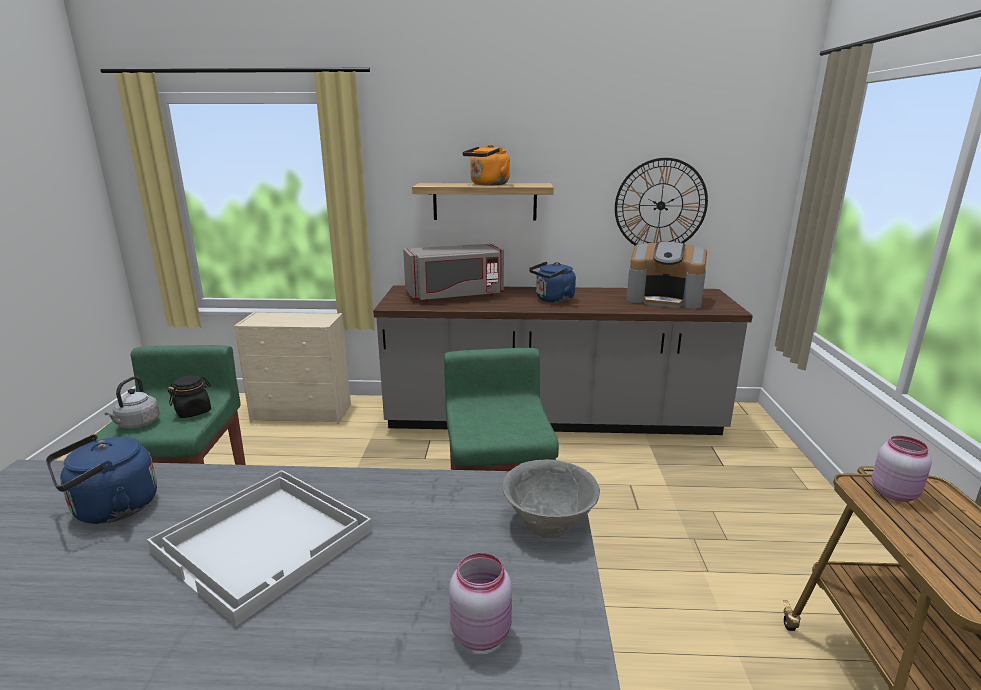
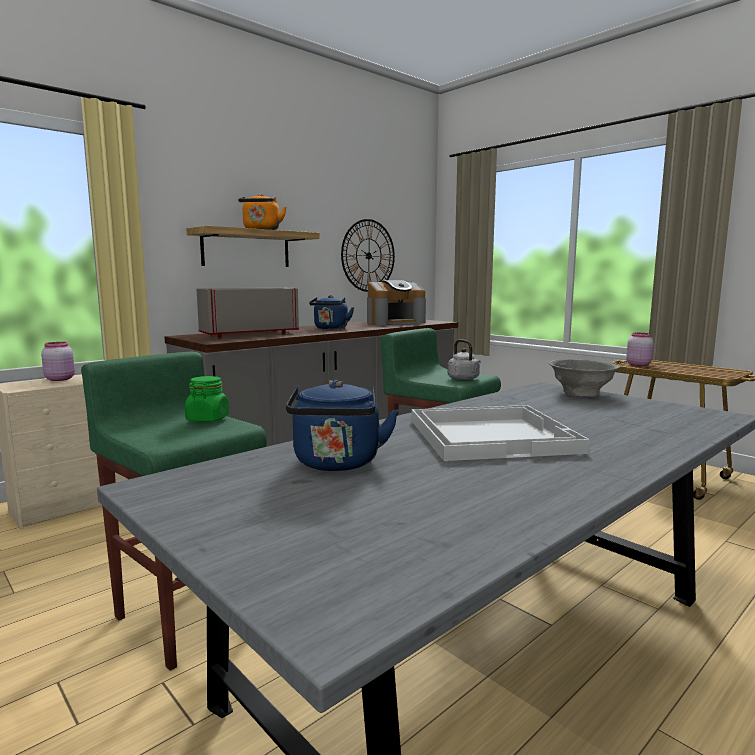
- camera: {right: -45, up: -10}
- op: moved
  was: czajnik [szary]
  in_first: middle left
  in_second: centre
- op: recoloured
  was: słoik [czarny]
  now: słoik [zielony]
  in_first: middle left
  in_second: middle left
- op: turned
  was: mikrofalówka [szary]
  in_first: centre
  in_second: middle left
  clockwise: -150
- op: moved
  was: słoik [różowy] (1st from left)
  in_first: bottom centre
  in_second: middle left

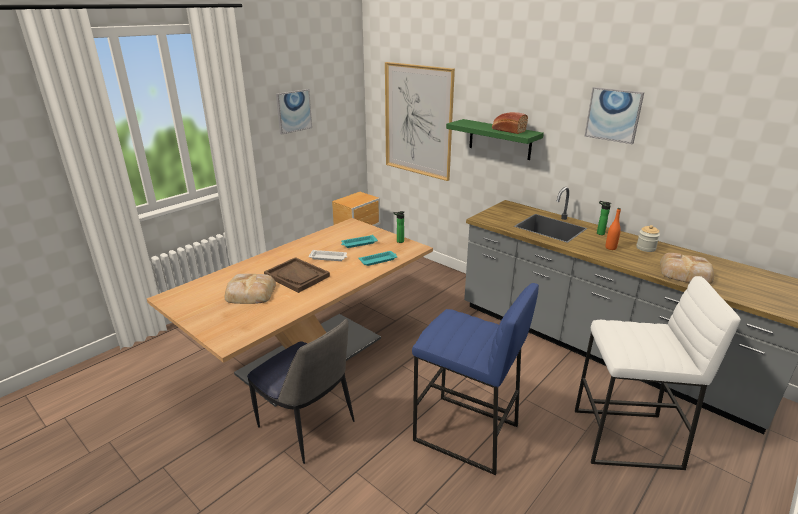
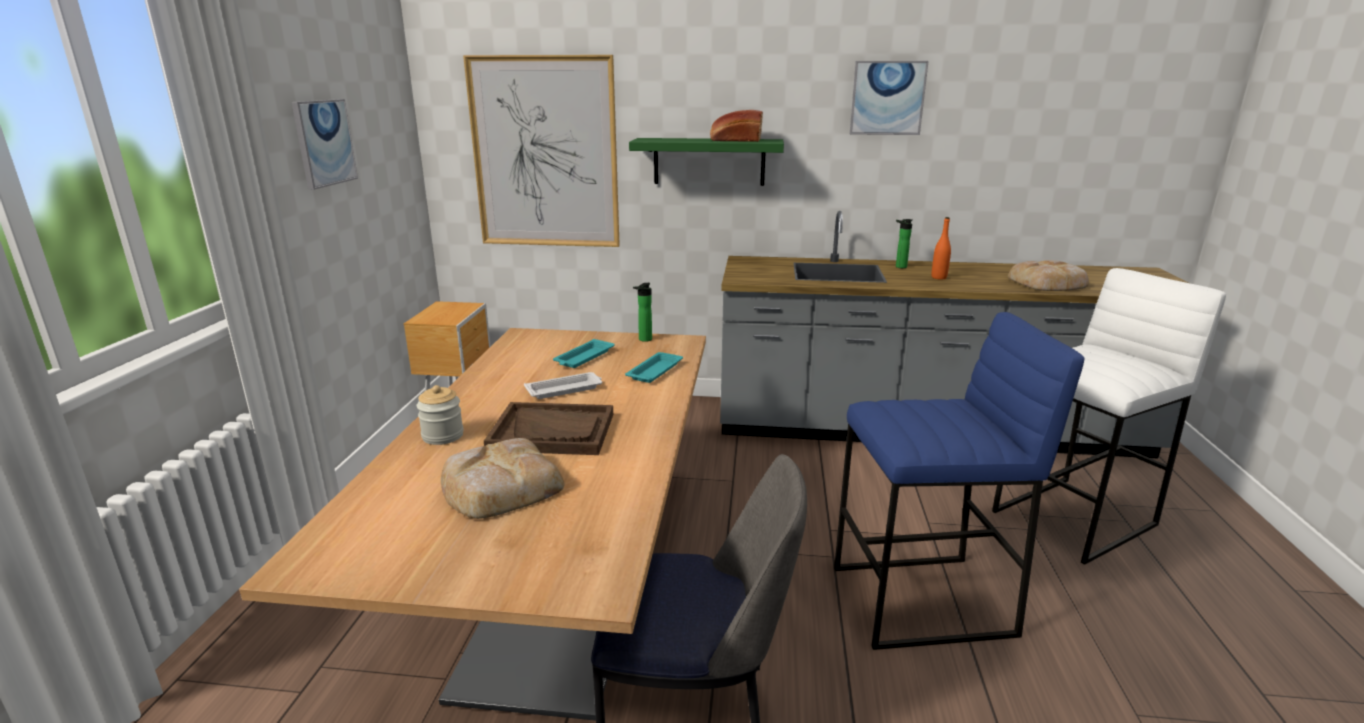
- camera: {right: -35, up: -5}
- op: moved
  was: słoik
  in_first: middle right
  in_second: middle left

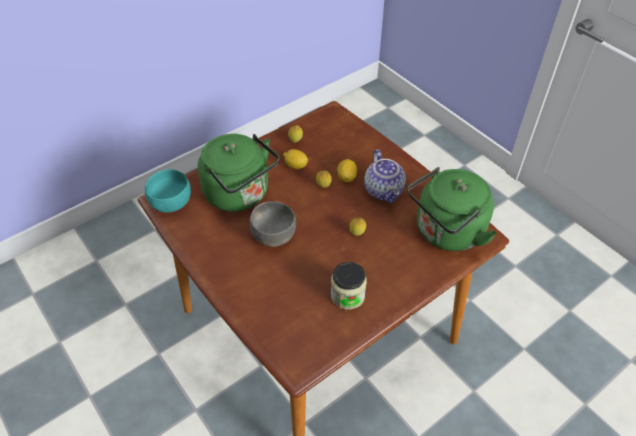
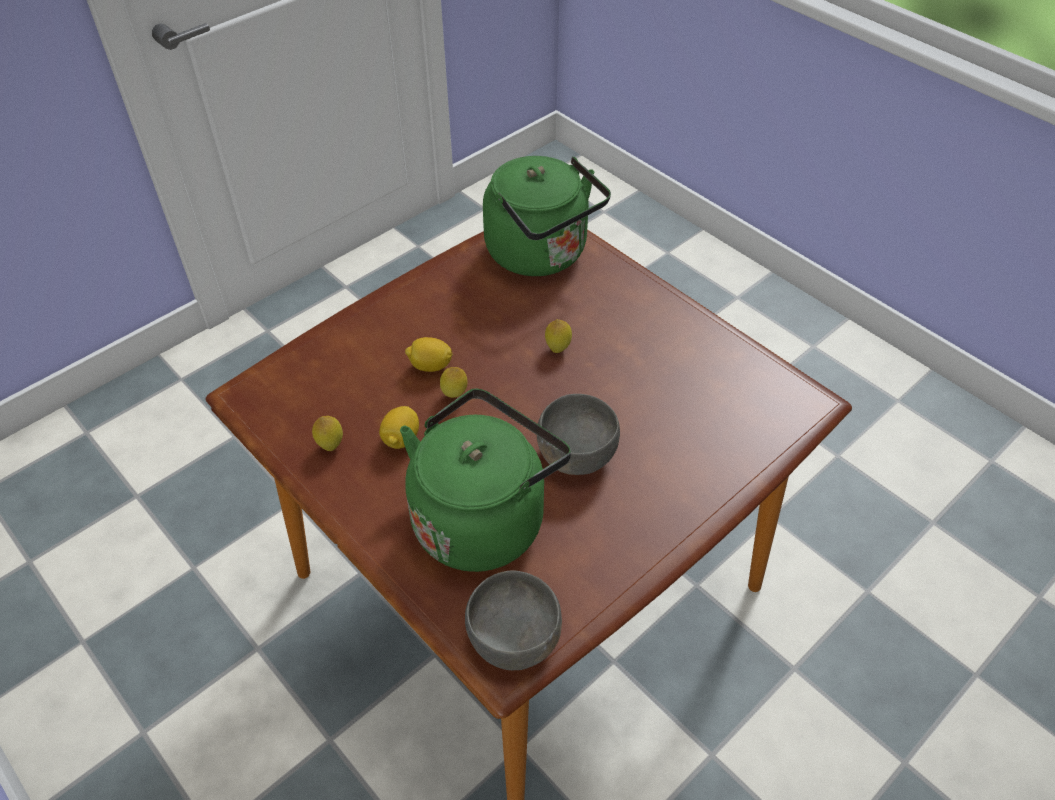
- camera: {right: -95, up: 0}
- op: recoloured
  was: miska [turkusowy]
  now: miska [szary] (1st from left)
  in_first: middle left
  in_second: bottom centre
- op: removed
  was: słoik
  in_first: centre
- op: removed
  was: imbryk
  in_first: centre

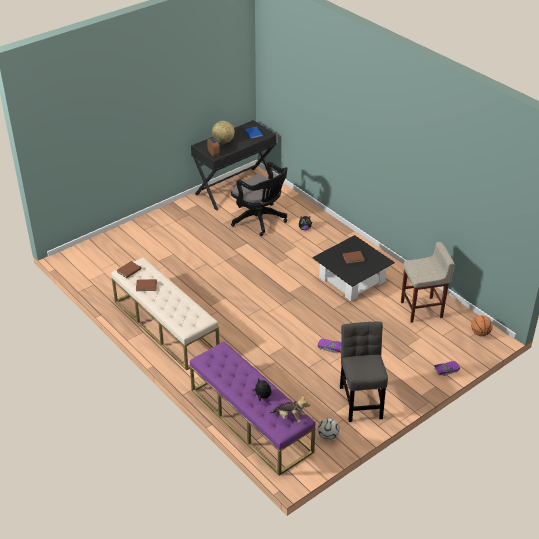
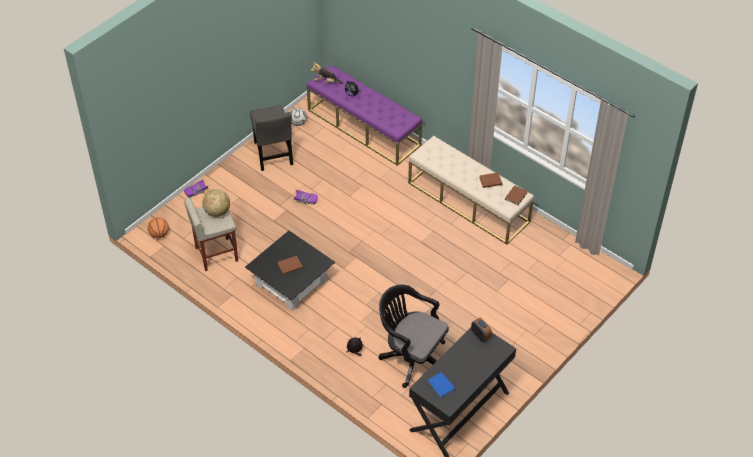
- camera: {right: 170, up: 10}
- op: moved
  was: globus
  in_first: top centre
  in_second: middle left

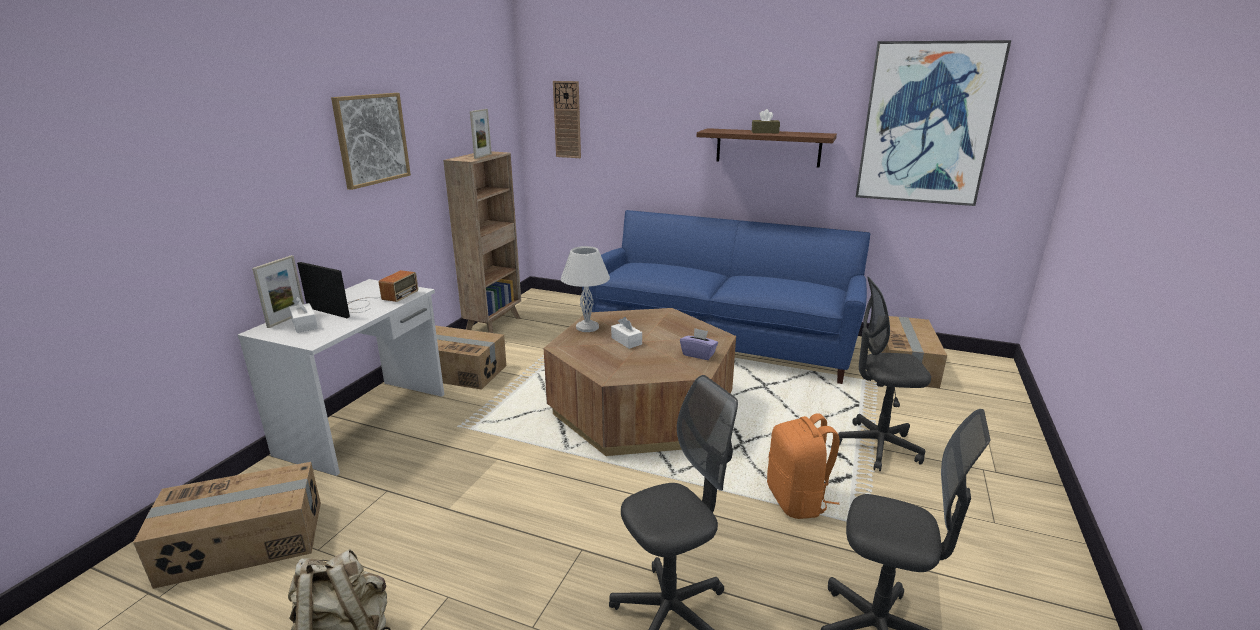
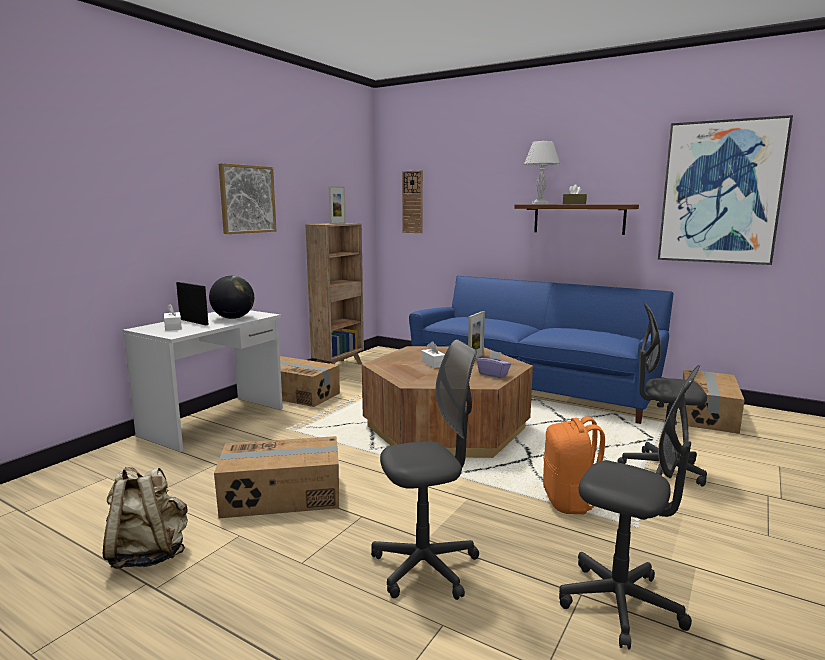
- camera: {right: 10, up: -10}
- op: moved
  was: karton (1st from left)
  in_first: bottom left
  in_second: bottom centre
- op: moved
  was: ramka na zdjęcie (1st from left in the first image)
  now: ramka na zdjęcie (3rd from left)
  in_first: middle left
  in_second: centre
- op: replaced
  was: radio
  now: globus
  in_first: middle left
  in_second: middle left
- op: moved
  was: lampa stołowa [biały]
  in_first: centre
  in_second: top centre

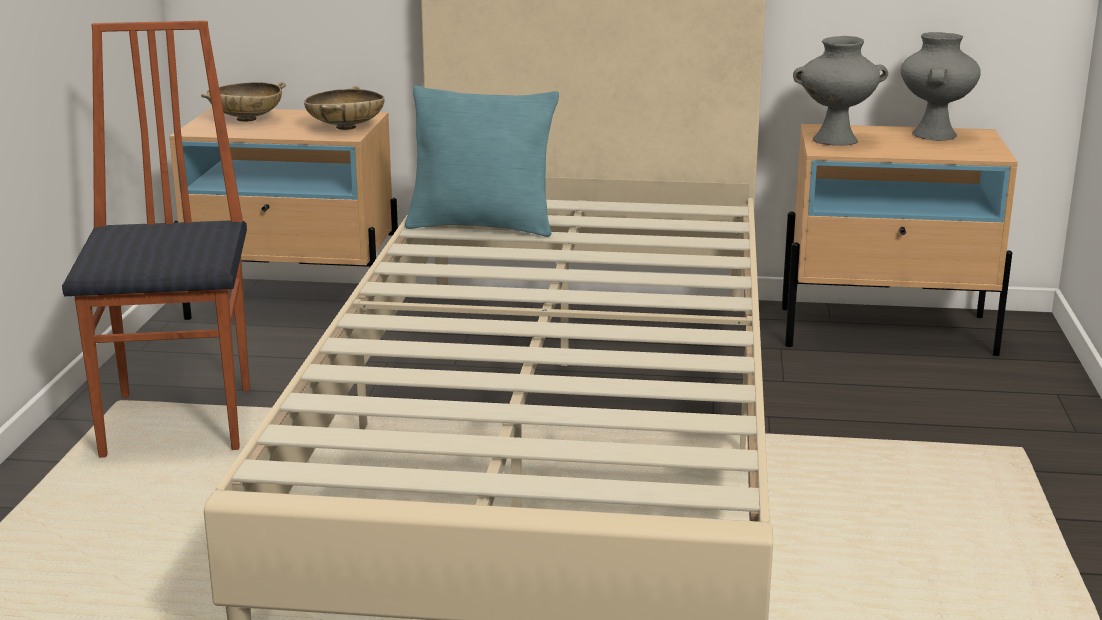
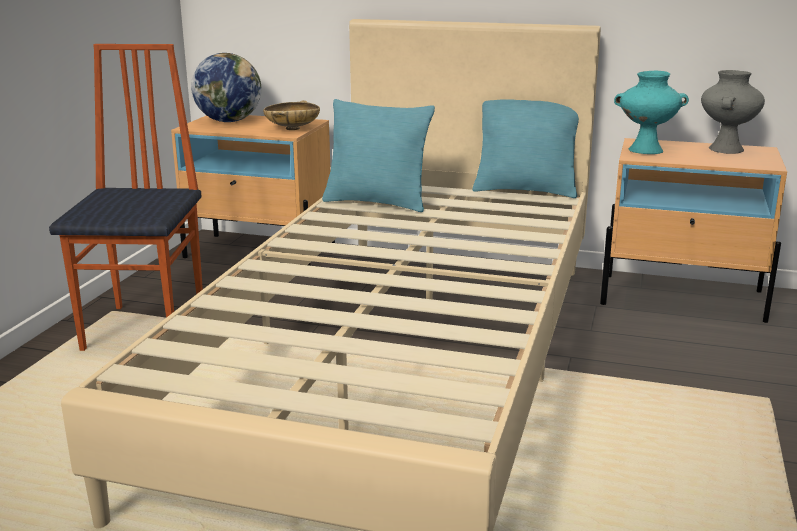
- camera: {right: 10, up: 0}
- op: replaced
  was: miska [beżowy] (1st from left)
  now: globus
  in_first: top left
  in_second: top left
- op: recoloured
  was: wazon [szary] (1st from left)
  now: wazon [turkusowy]
  in_first: top right
  in_second: top right
- op: added
  now: poduszka [turkusowy] (2nd from left)
  in_second: top centre

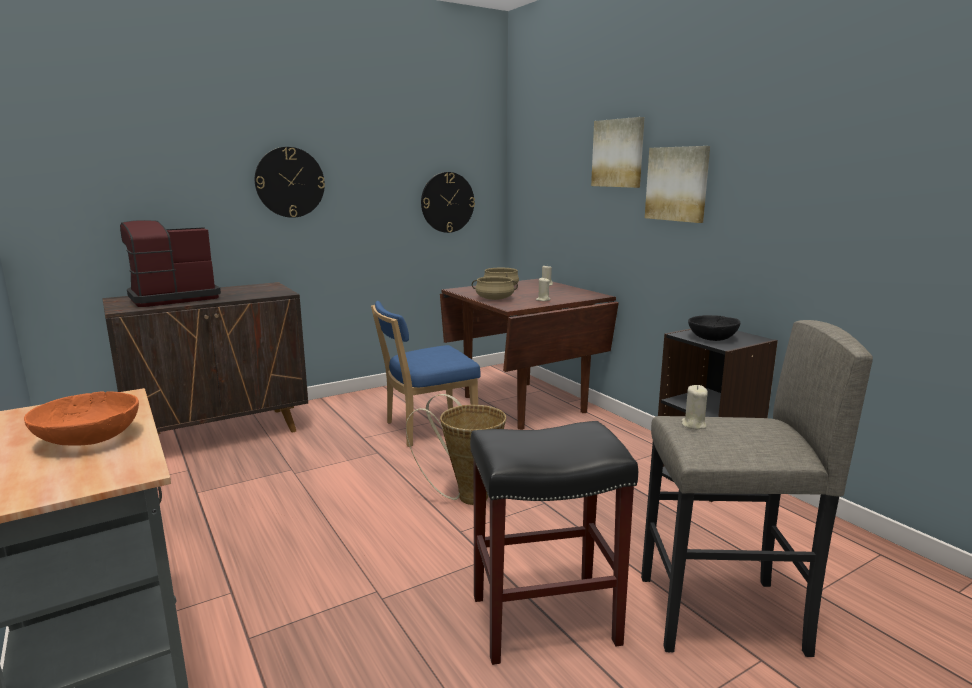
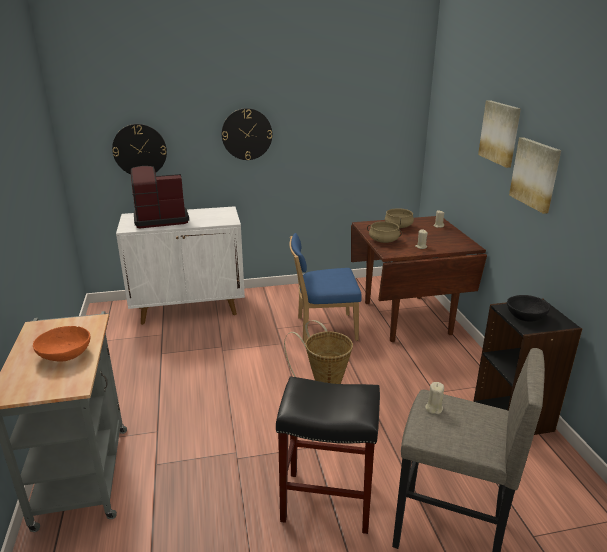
- camera: {right: 20, up: 10}
- op: recoloured
  was: szafka [brązowy]
  now: szafka [biały]
  in_first: middle left
  in_second: middle left
- op: moved
  was: zegar ścienny (2nd from left in the first image)
  now: zegar ścienny (1st from left)
  in_first: top centre
  in_second: top left

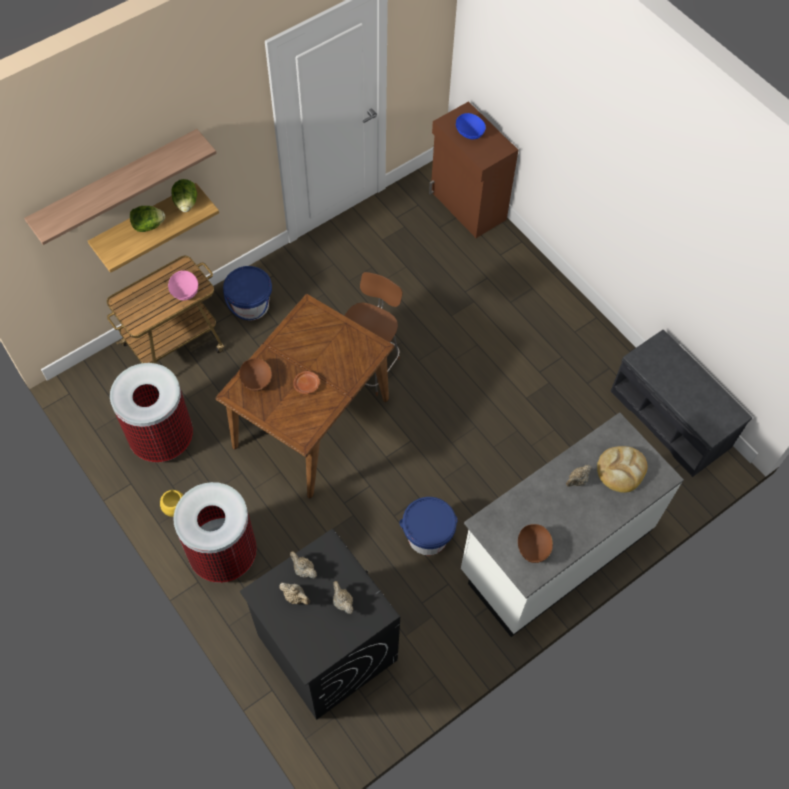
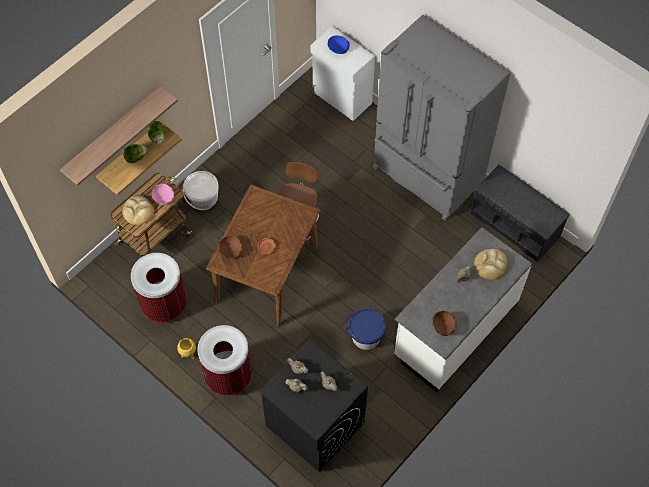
- camera: {right: -10, up: 0}
- op: recoloured
  was: wiadro [niebieski] (1st from left)
  now: wiadro [biały]
  in_first: middle left
  in_second: middle left
- op: recoloured
  was: szafka [brązowy]
  now: szafka [biały]
  in_first: top centre
  in_second: top centre
- op: added
  now: chleb (1st from left)
  in_second: middle left
- op: added
  now: lodówka [szary]
  in_second: top right

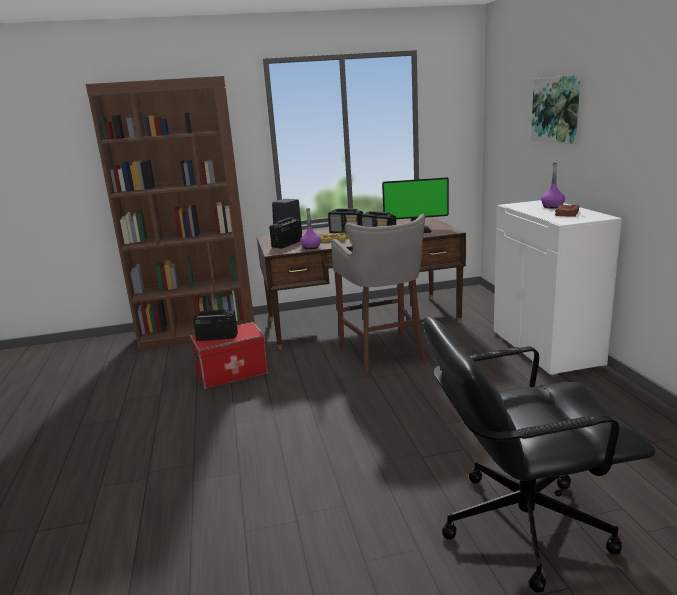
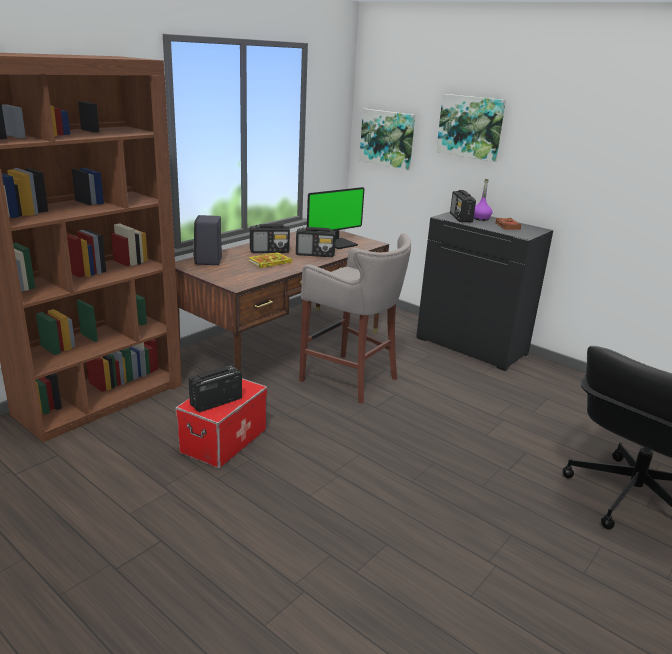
- camera: {right: -40, up: 5}
- op: moved
  was: radio (2nd from left in the first image)
  now: radio (4th from left)
  in_first: centre
  in_second: top right
- op: removed
  was: butelka [fioletowy] (1st from left)
  in_first: centre
- op: recoloured
  was: szafka [biały]
  now: szafka [czarny]
  in_first: middle right
  in_second: middle right
- op: added
  now: obraz (1st from left)
  in_second: top centre

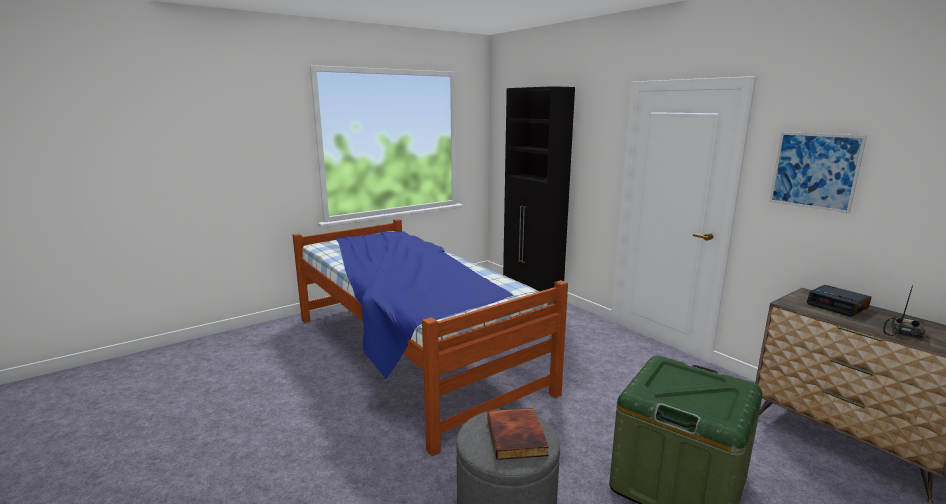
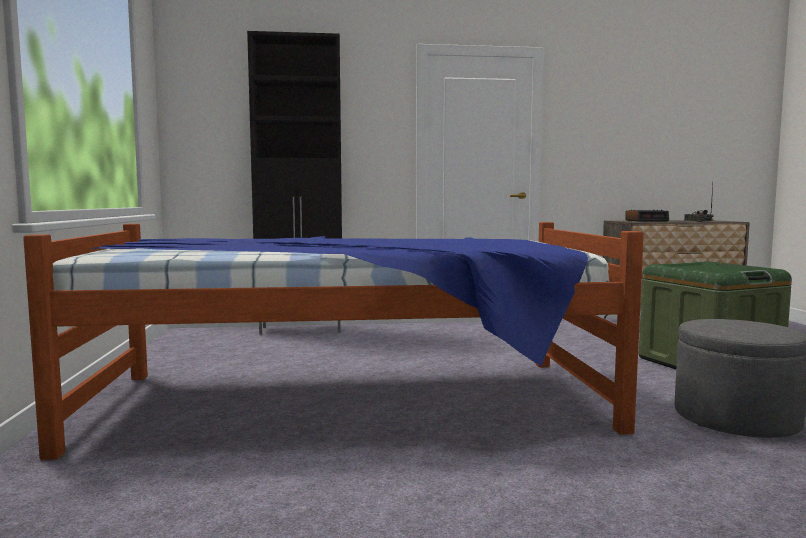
- camera: {right: -60, up: -10}
- op: removed
  was: książka
  in_first: bottom centre
- op: removed
  was: obraz
  in_first: middle right

